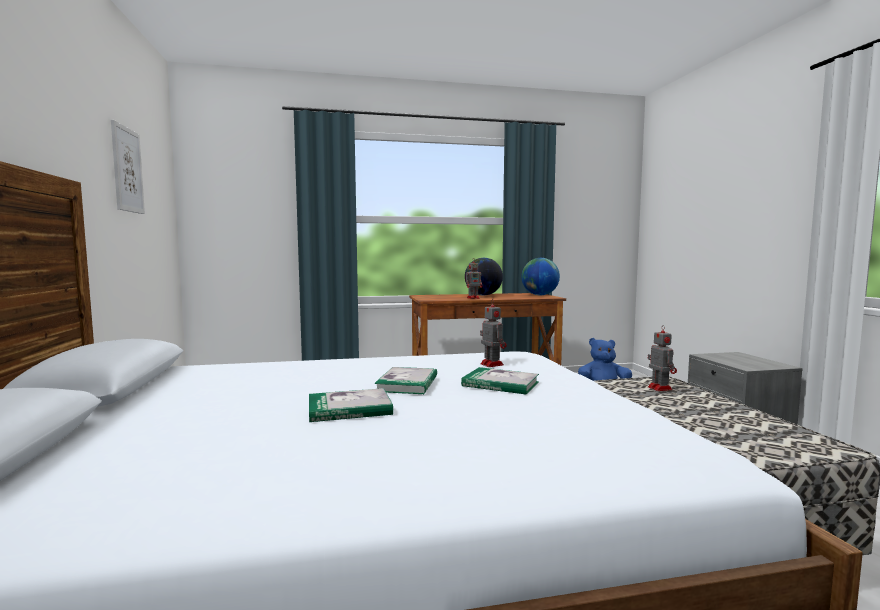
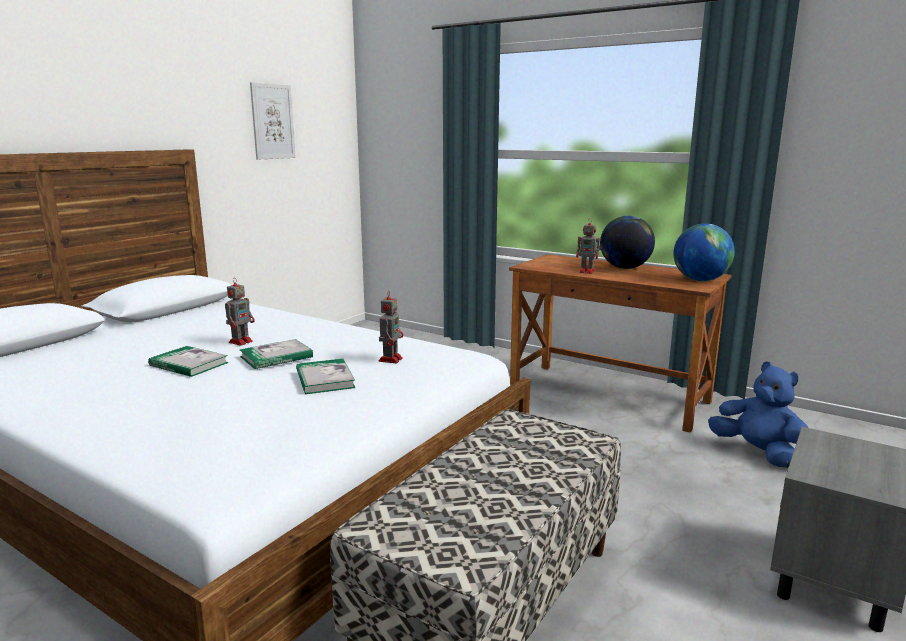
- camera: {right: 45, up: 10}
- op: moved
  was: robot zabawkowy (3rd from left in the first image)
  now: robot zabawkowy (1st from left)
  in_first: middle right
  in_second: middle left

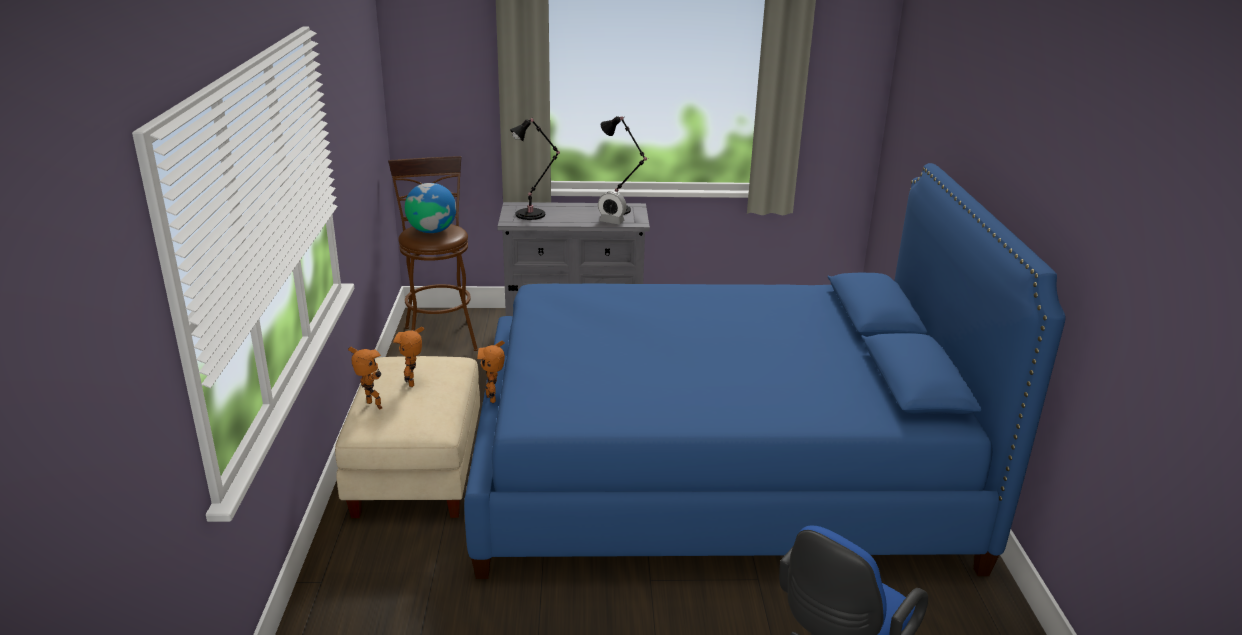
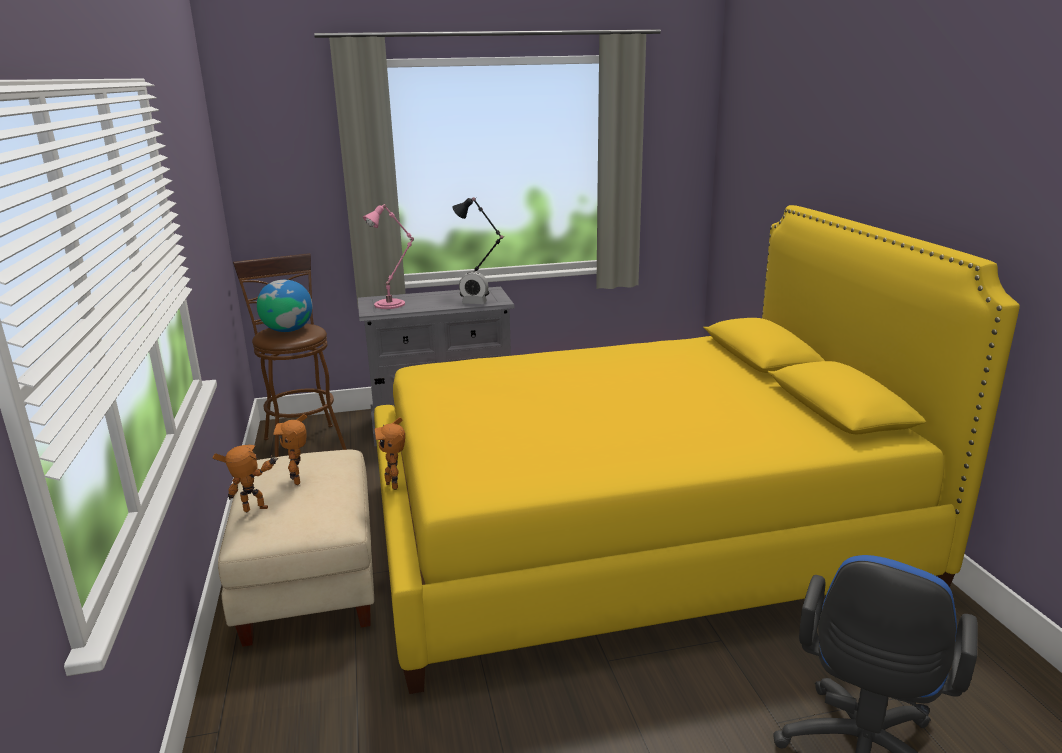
- camera: {right: -10, up: -5}
- op: turned
  was: robot zabawkowy (1st from left)
  in_first: middle left
  in_second: middle left
  clockwise: -45
- op: recoloured
  was: łóżko [niebieski]
  now: łóżko [żółty]
  in_first: centre
  in_second: centre
- op: recoloured
  was: lampa stołowa [czarny] (1st from left)
  now: lampa stołowa [różowy]
  in_first: top centre
  in_second: centre

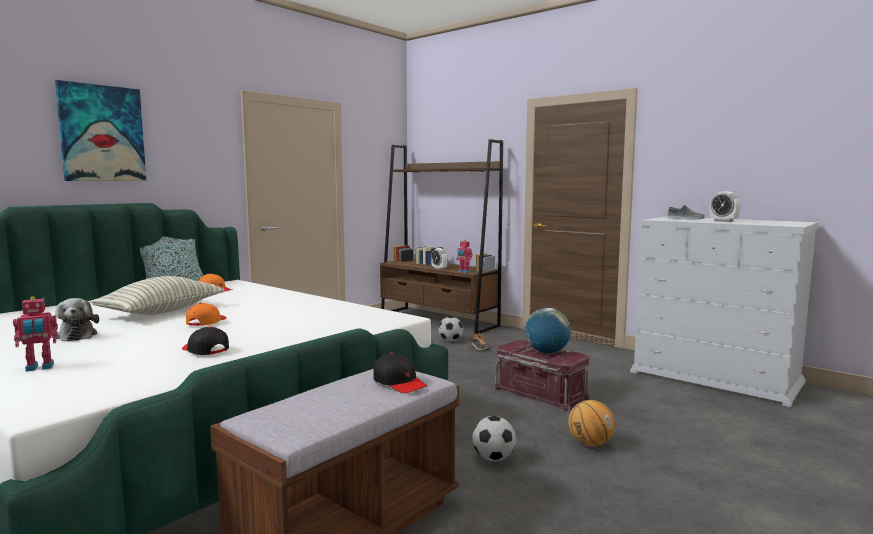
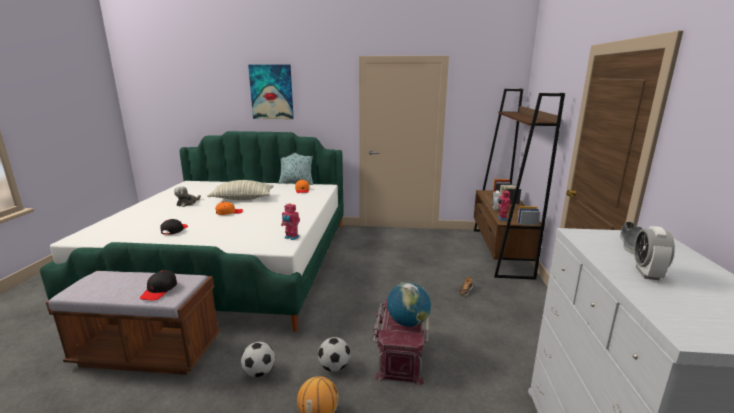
- camera: {right: 55, up: 10}
- op: moved
  was: robot zabawkowy (1st from left)
  in_first: middle left
  in_second: centre
- op: moved
  was: piłka futbolowa (1st from left in the first image)
  now: piłka futbolowa (2nd from left)
  in_first: centre
  in_second: bottom centre

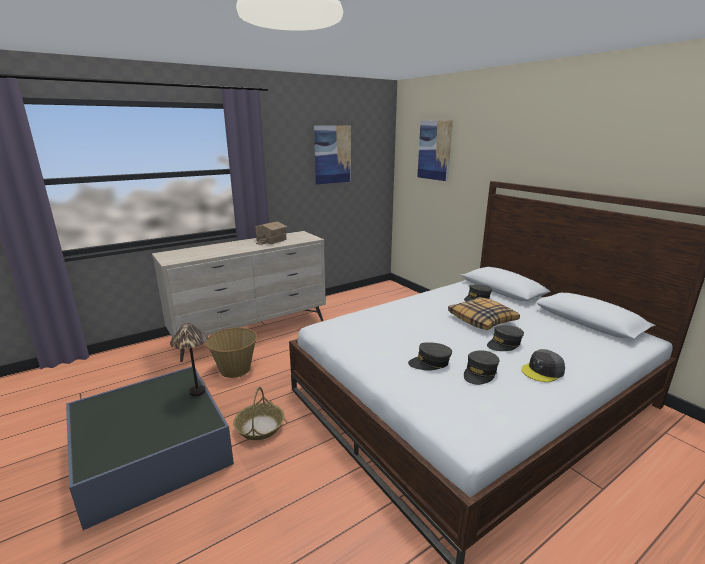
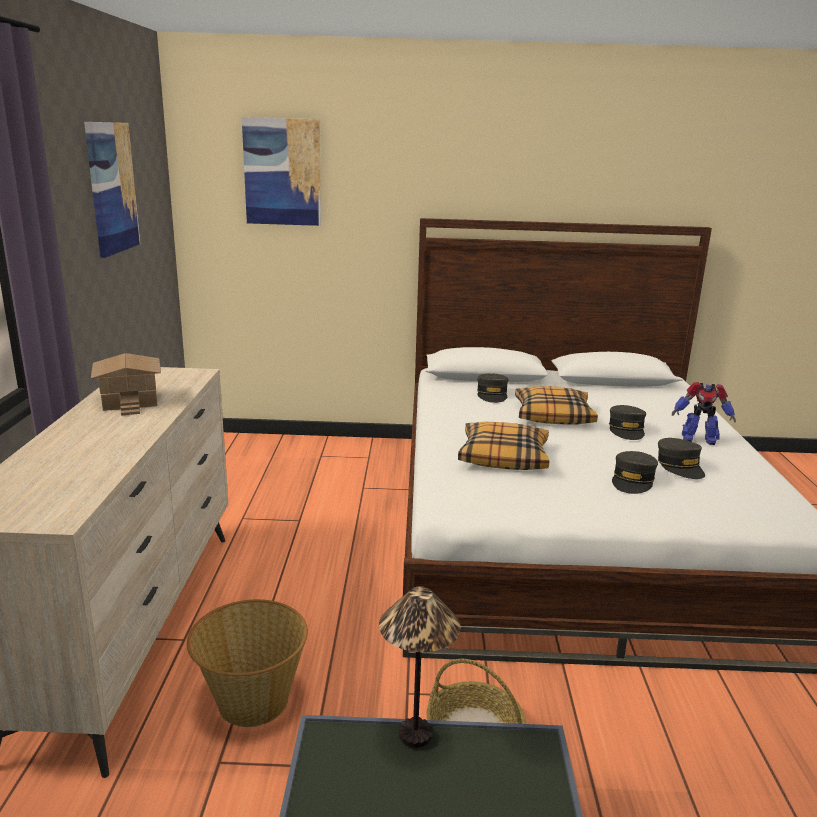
- camera: {right: -55, up: 0}
- op: replaced
  was: czapka z daszkiem [szary] (5th from left)
  now: robot zabawkowy
  in_first: middle right
  in_second: middle right
- op: added
  now: poduszka (1st from left)
  in_second: centre

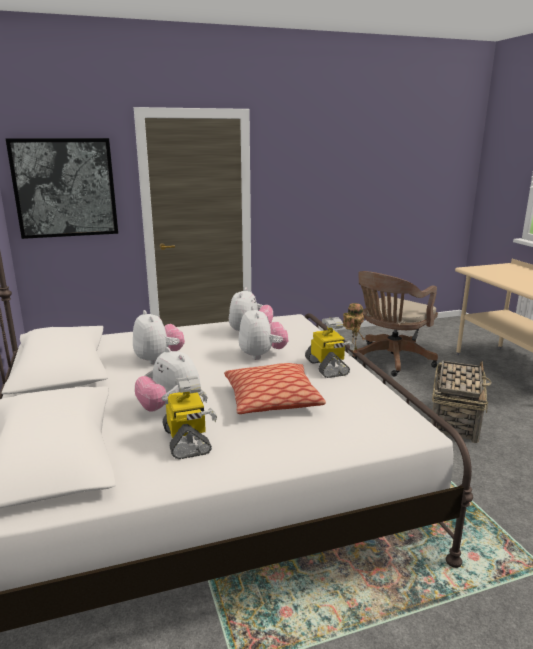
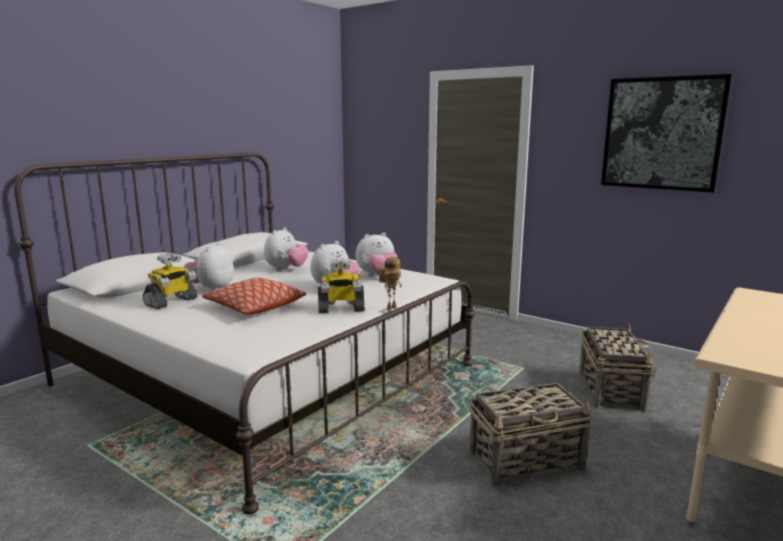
- camera: {right: 55, up: -5}
- op: moved
  was: obraz
  in_first: top left
  in_second: top right
- op: turned
  was: robot zabawkowy (2nd from left)
  in_first: centre
  in_second: centre
  clockwise: 45
- op: replaced
  was: krzesło biurowe [brązowy]
  now: koszyk (2nd from left)
  in_first: middle right
  in_second: bottom right

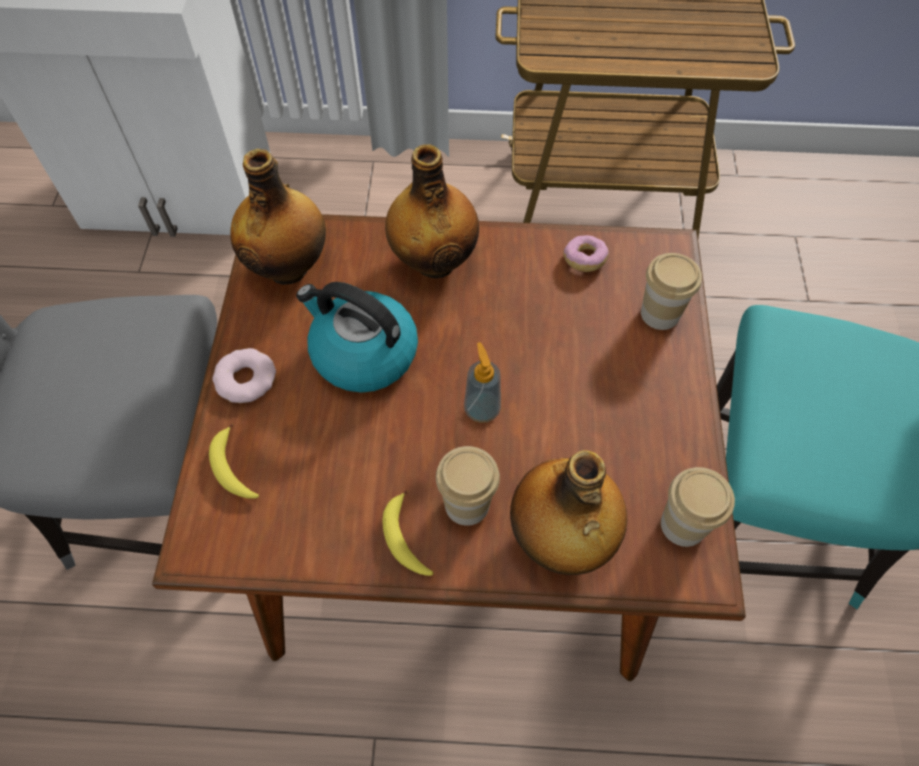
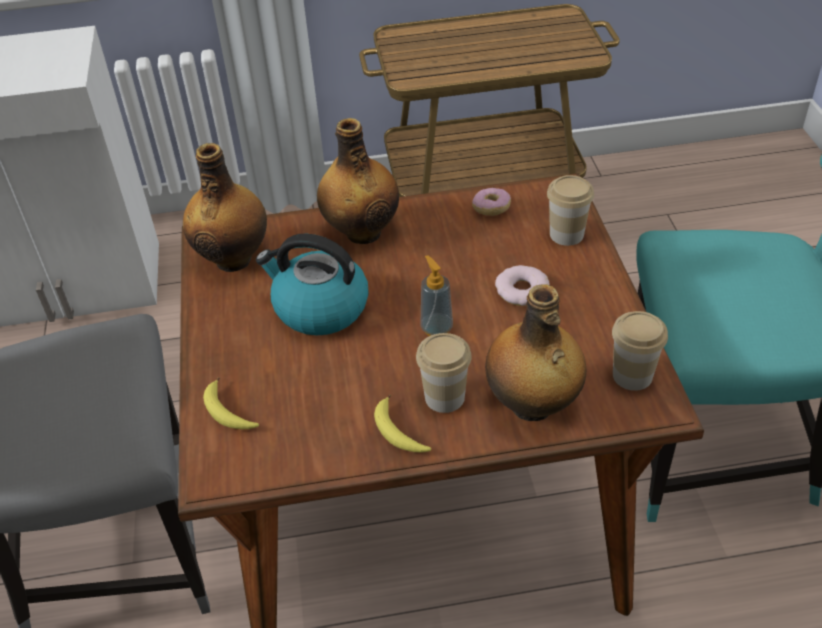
- camera: {right: -10, up: -15}
- op: moved
  was: donut (1st from left in the first image)
  now: donut (2nd from left)
  in_first: middle left
  in_second: centre

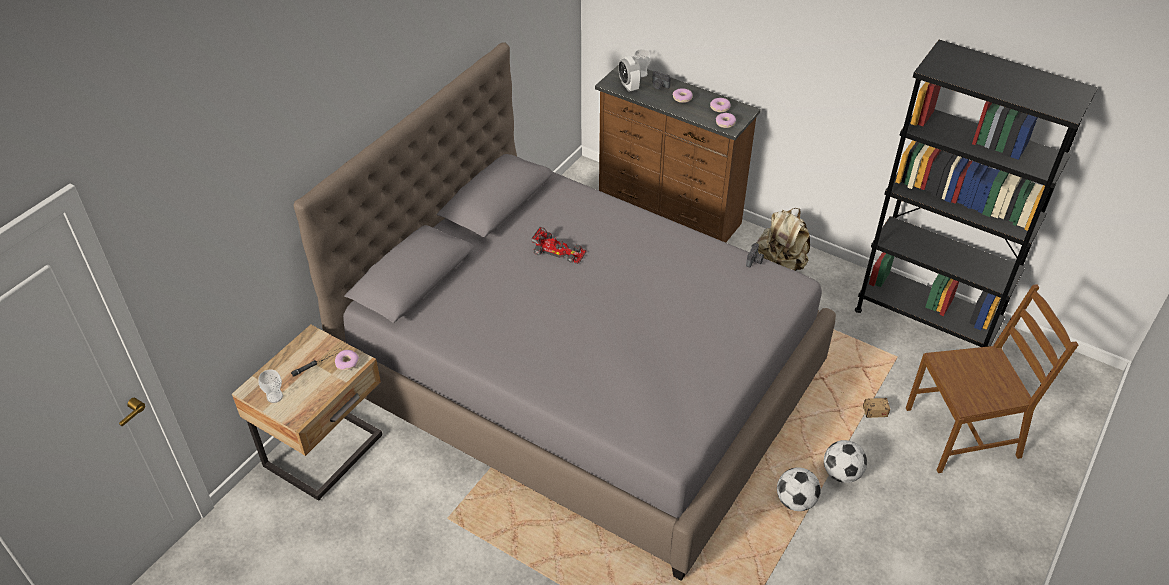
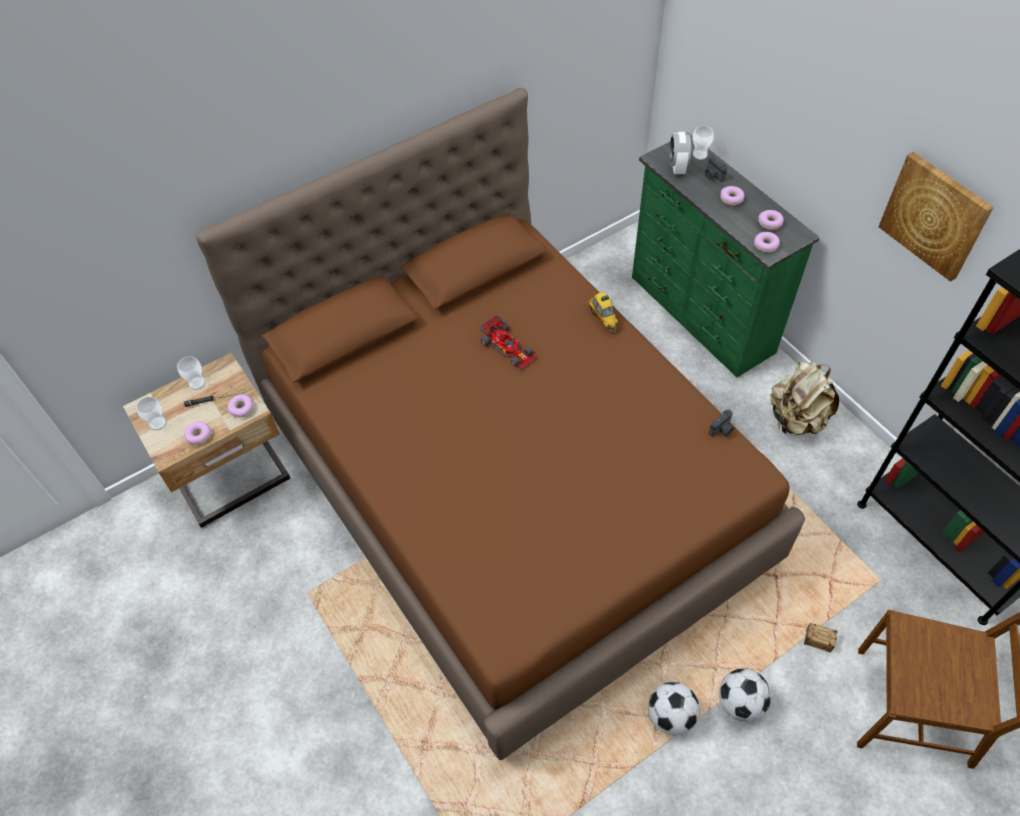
- camera: {right: 25, up: 10}
- op: recoloured
  was: łóżko [szary]
  now: łóżko [brązowy]
  in_first: centre
  in_second: centre
- op: recoloured
  was: komoda [brązowy]
  now: komoda [zielony]
  in_first: top centre
  in_second: top right
- op: added
  now: filiżanka (2nd from left)
  in_second: middle left
- op: added
  now: donut (1st from left)
  in_second: middle left
- op: added
  now: samochodzik (2nd from left)
  in_second: centre
- op: added
  now: obraz
  in_second: top right

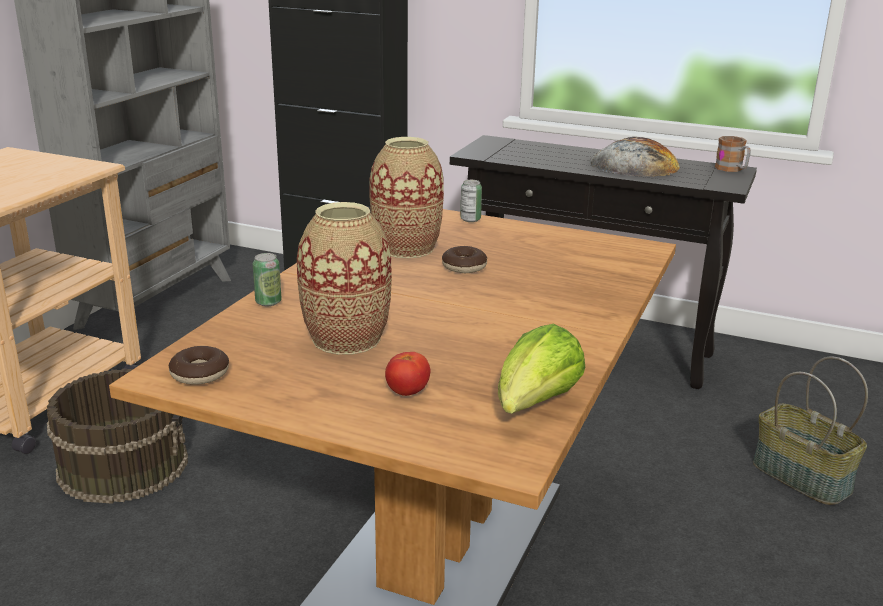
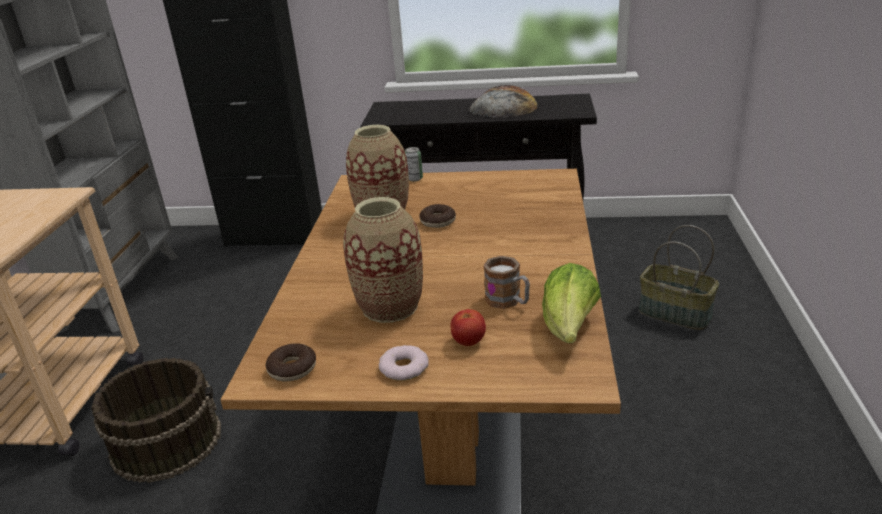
- camera: {right: -15, up: 5}
- op: removed
  was: puszka (1st from left)
  in_first: middle left
- op: moved
  was: kubek
  in_first: top right
  in_second: centre
- op: added
  now: donut (2nd from left)
  in_second: bottom centre

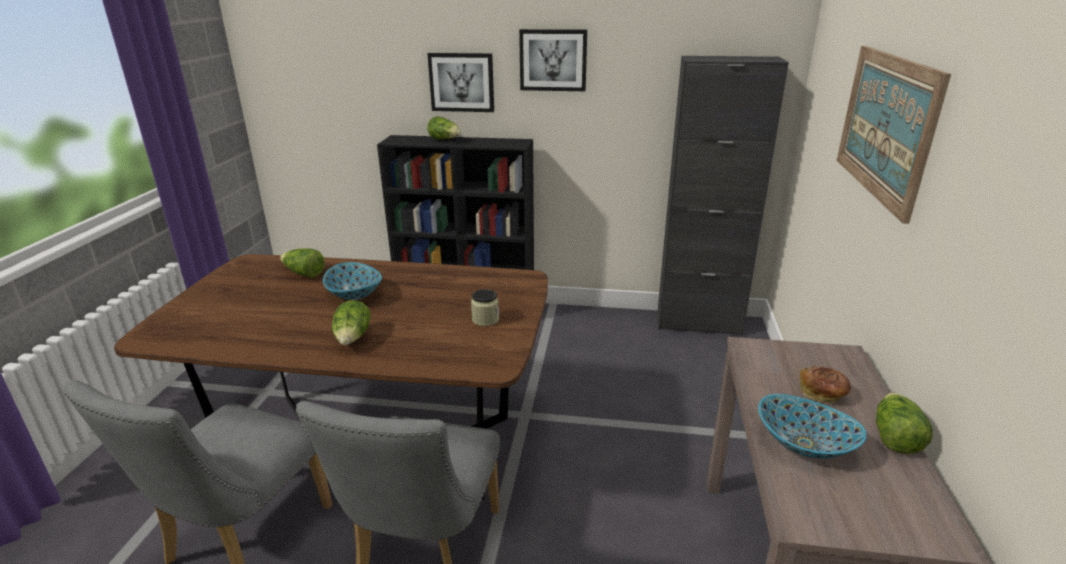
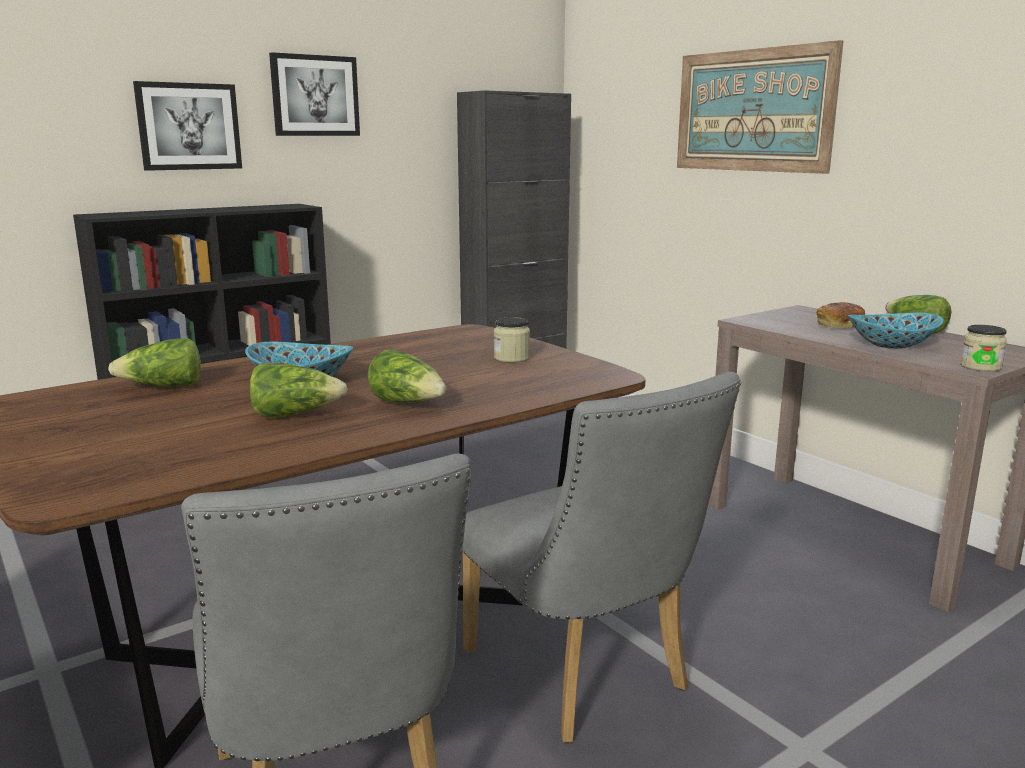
- camera: {right: -45, up: -10}
- op: moved
  was: sałata (3rd from left in the first image)
  now: sałata (2nd from left)
  in_first: top centre
  in_second: middle left
- op: added
  now: słoik (2nd from left)
  in_second: middle right

